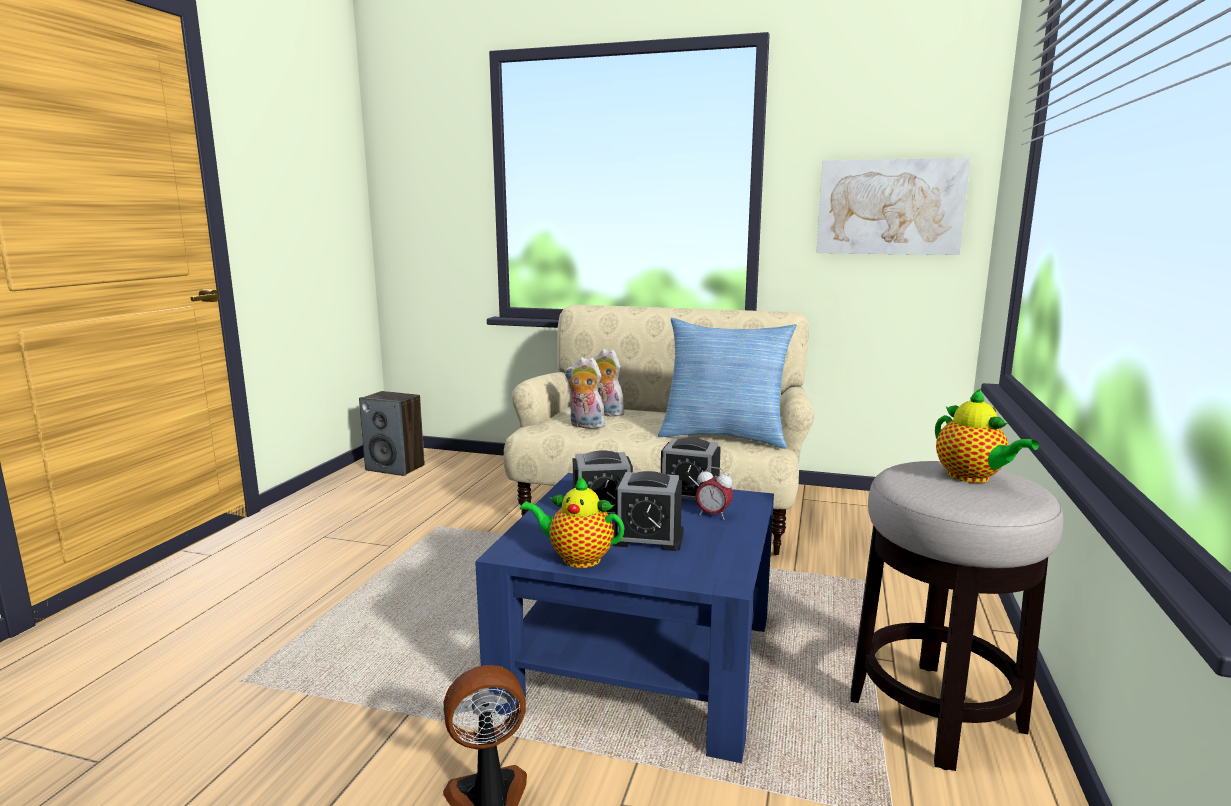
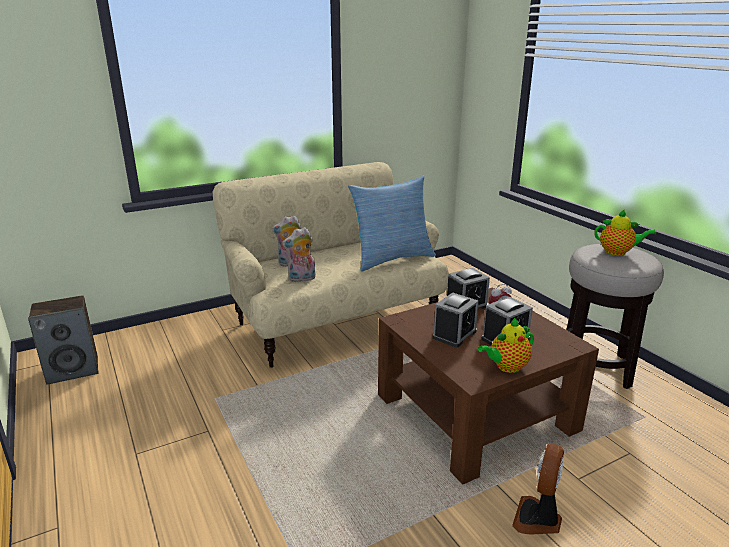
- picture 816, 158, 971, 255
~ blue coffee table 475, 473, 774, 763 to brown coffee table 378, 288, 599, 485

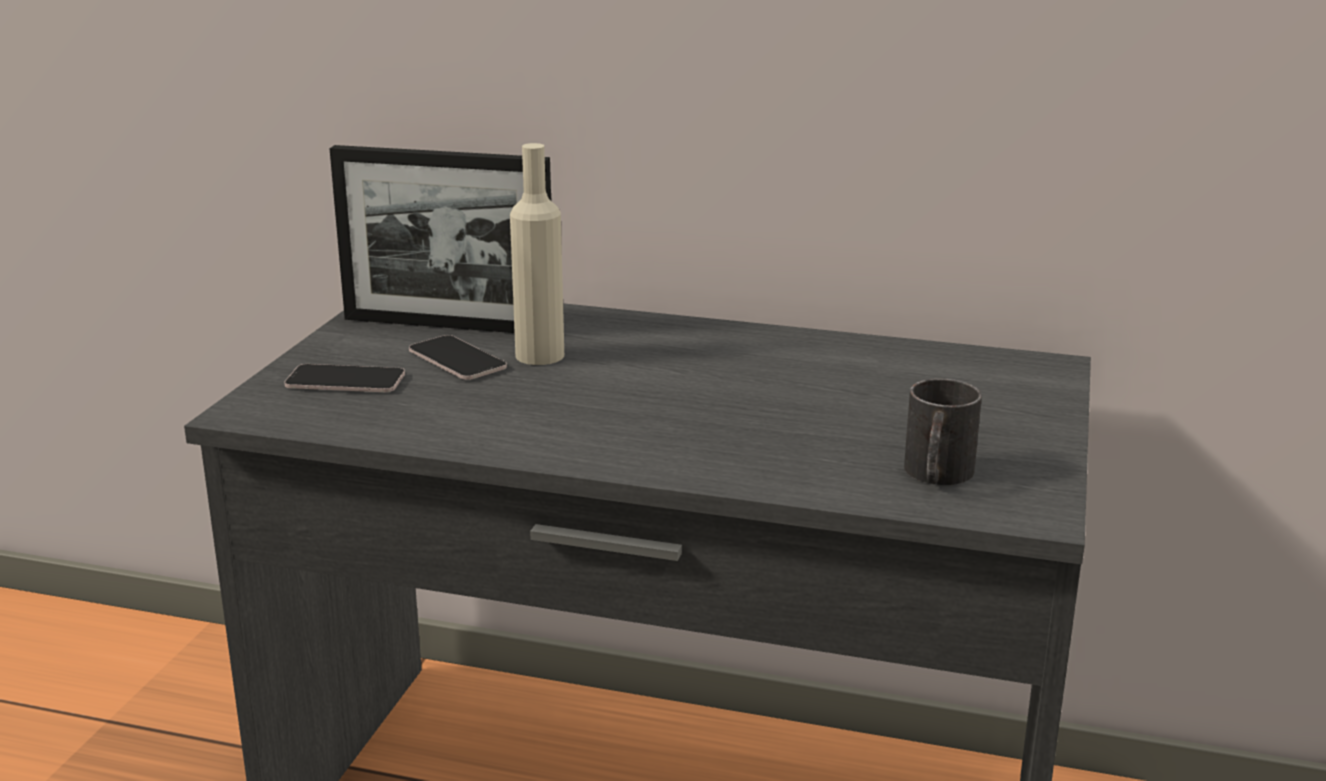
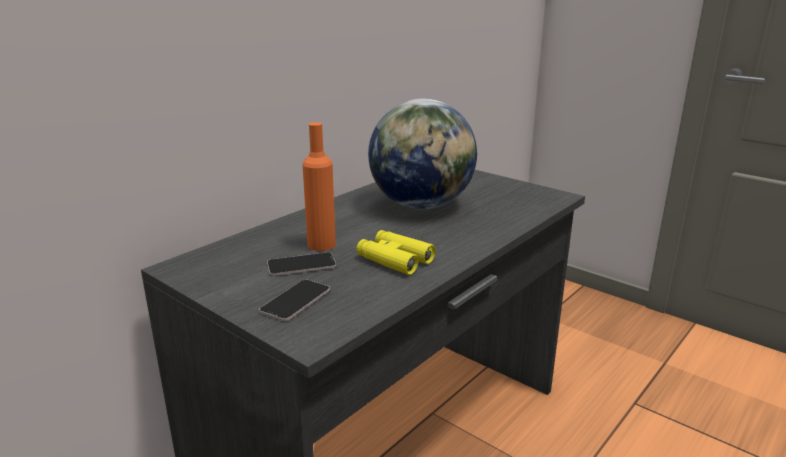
~ beige bottle 510, 143, 564, 365 to orange bottle 302, 122, 336, 251
- picture frame 329, 145, 551, 333
- black mug 904, 378, 982, 485
+ globe 368, 99, 477, 210
+ yellow binoculars 356, 230, 436, 275

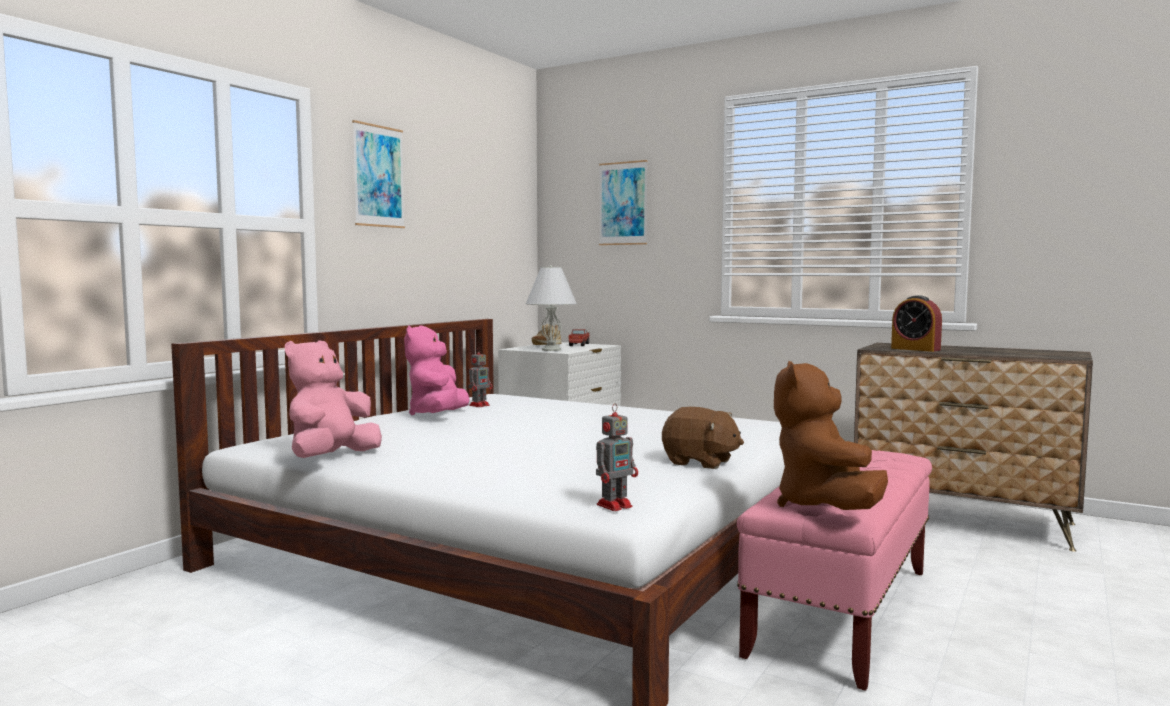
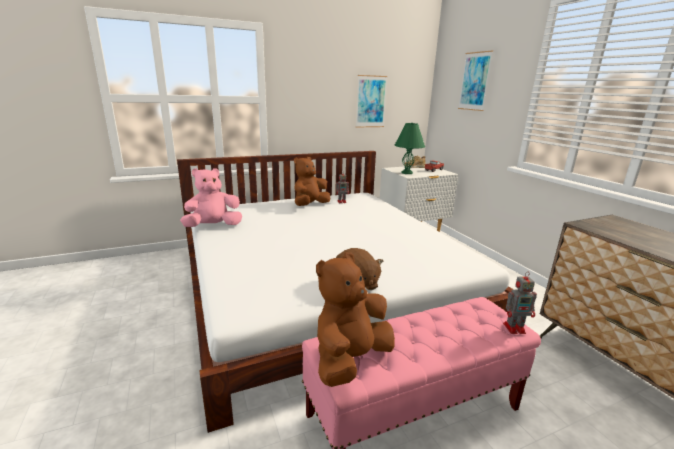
~ picture 352, 120, 405, 228 to 356, 75, 388, 128
~ white table lamp 525, 265, 577, 351 to green table lamp 394, 123, 425, 174
- alarm clock 891, 295, 942, 352
~ pink plush toy 404, 326, 470, 415 to brown plush toy 294, 157, 330, 206
~ toy robot 596, 403, 638, 511 to 503, 272, 537, 334

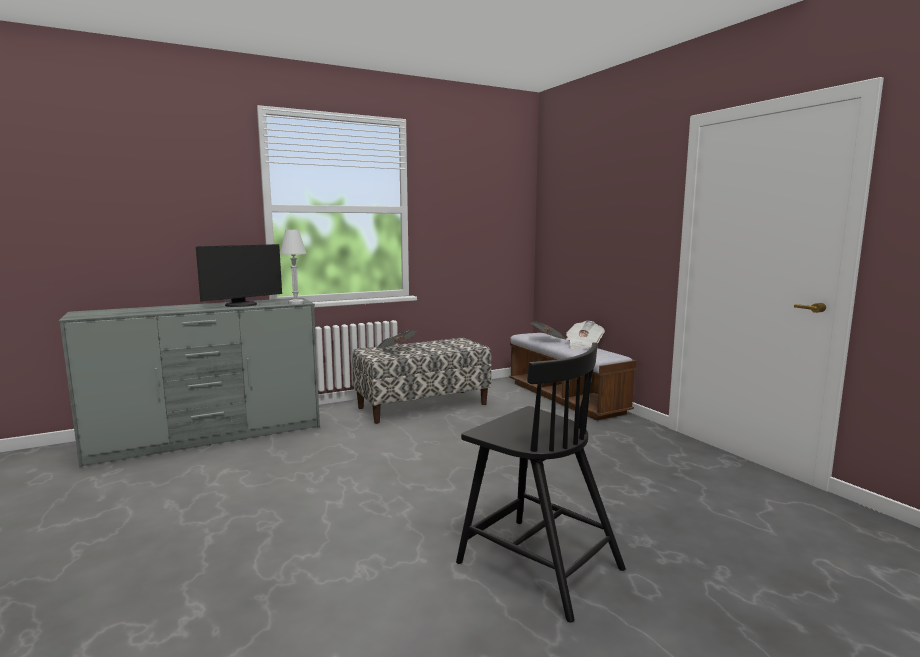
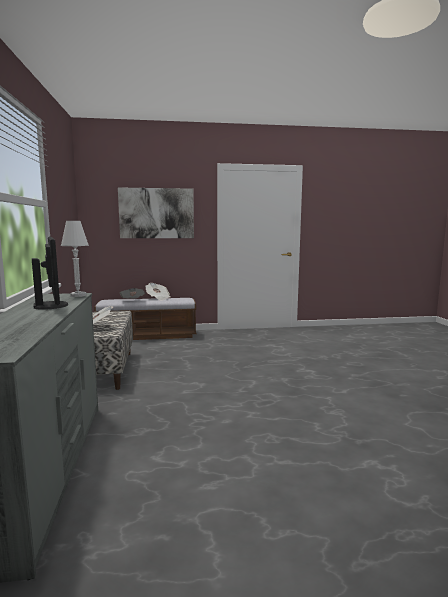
- black chair 456, 343, 626, 623
+ picture 118, 187, 194, 238

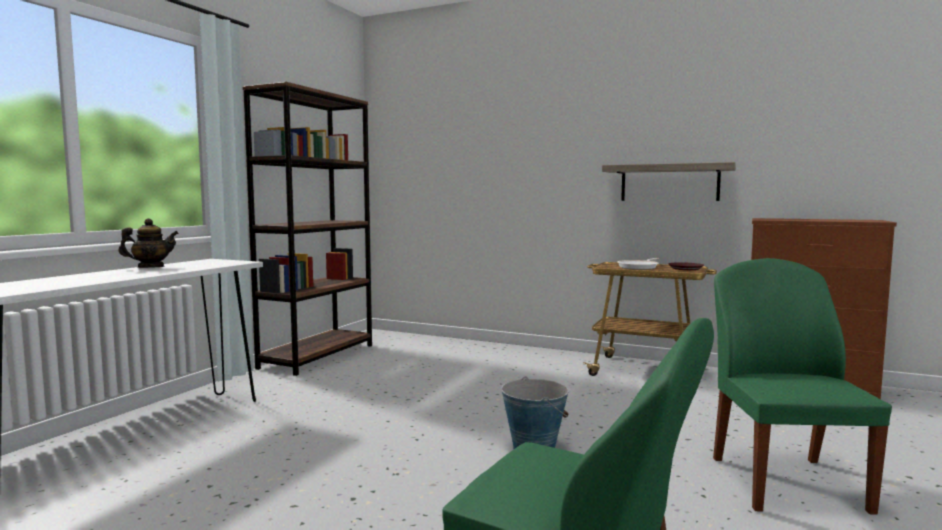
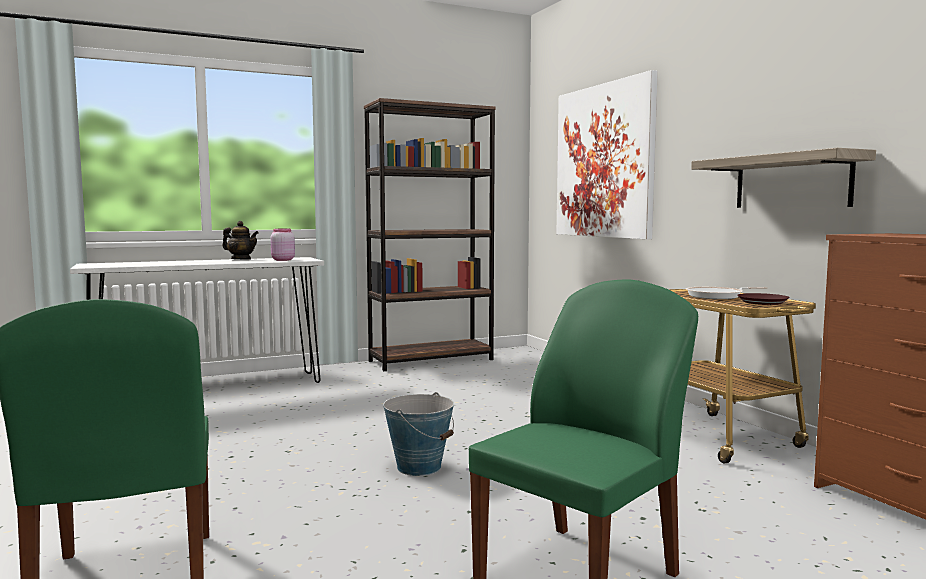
+ picture 556, 70, 658, 239
+ pink jar 271, 229, 295, 261

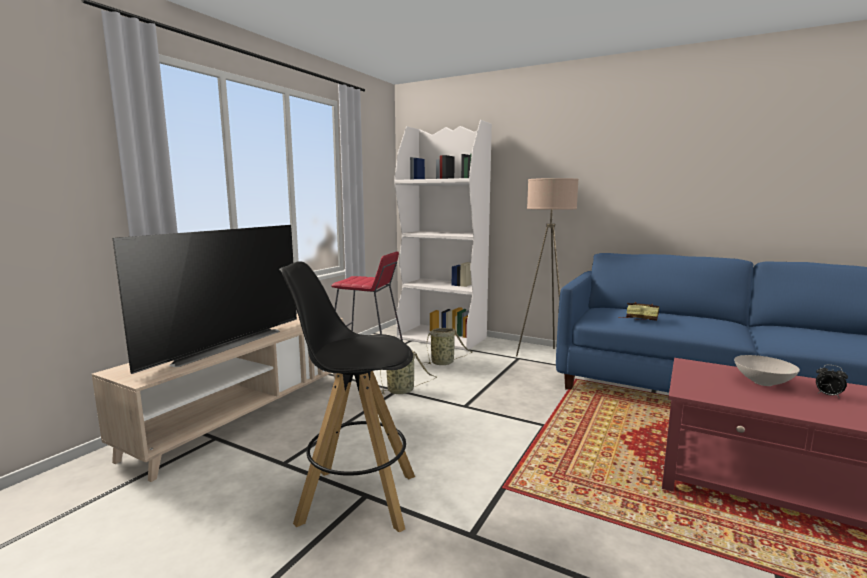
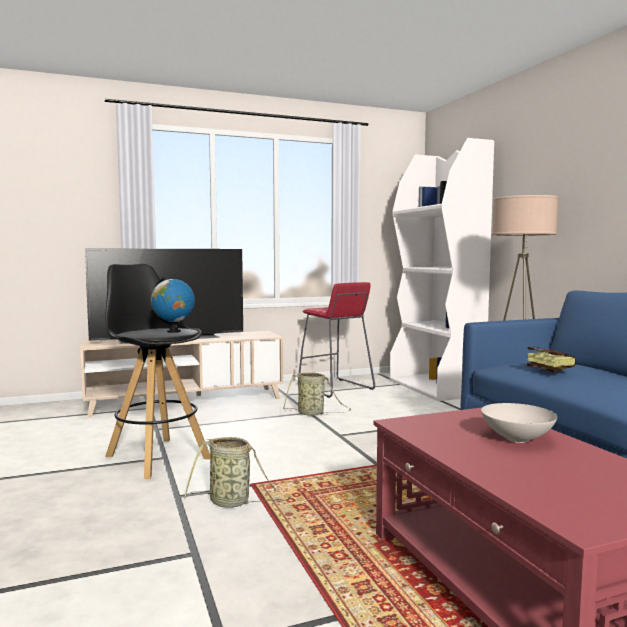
~ basket 424, 328, 472, 365 to 184, 437, 290, 508
- alarm clock 816, 365, 848, 399
+ globe 151, 277, 195, 333

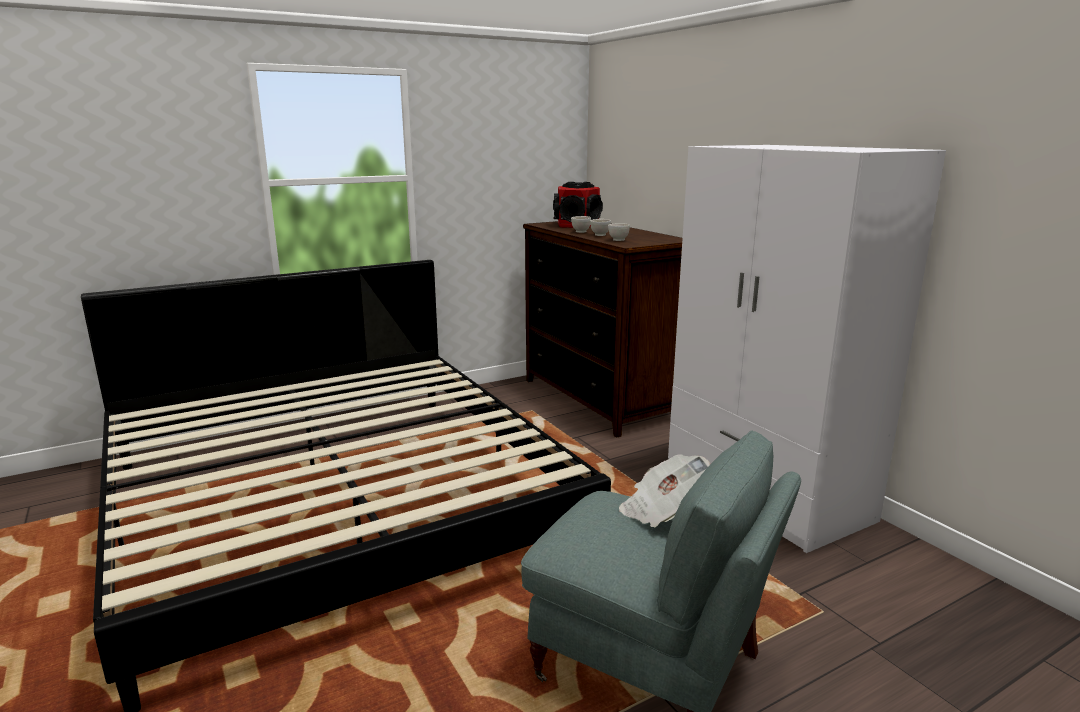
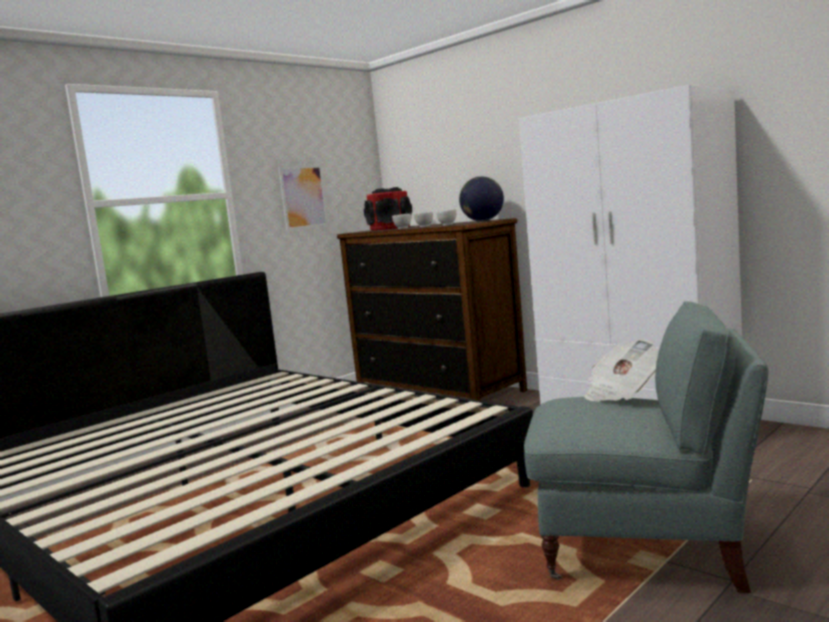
+ picture 278, 165, 329, 231
+ globe 459, 176, 504, 221

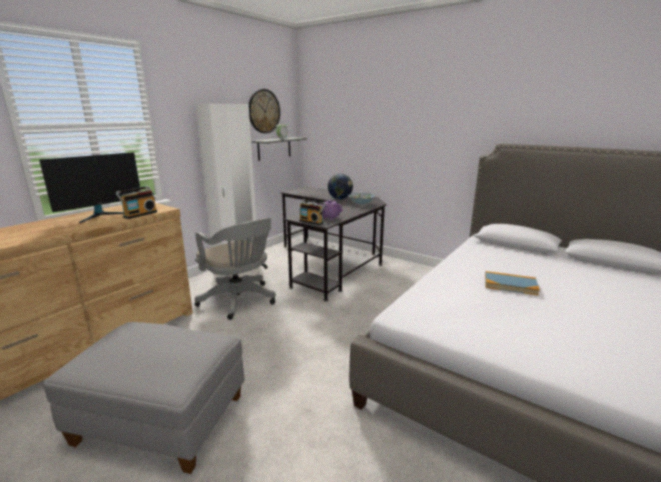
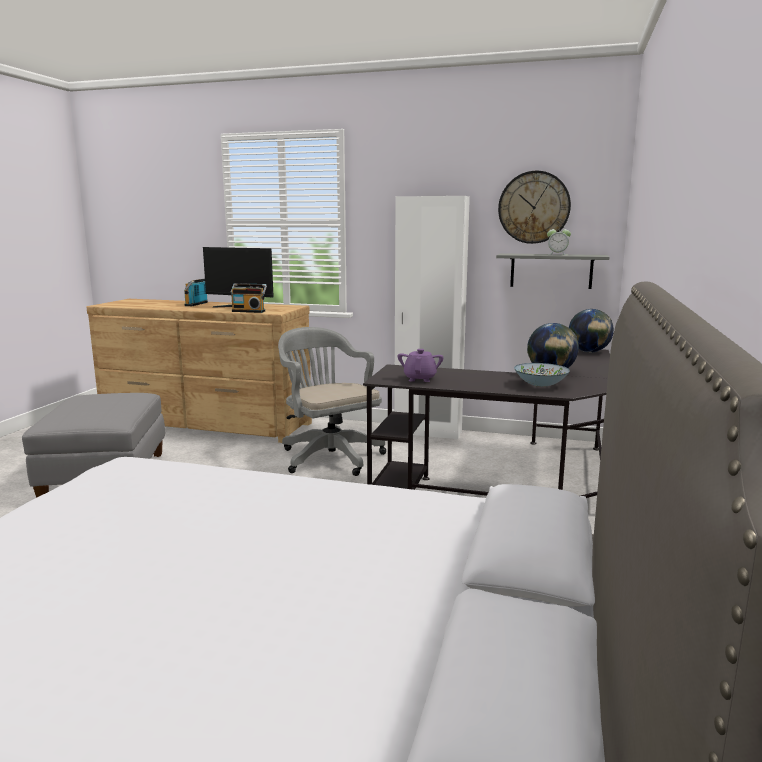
~ radio 299, 199, 326, 225 to 184, 278, 208, 306
~ grey office chair 195, 218, 276, 320 = 278, 327, 386, 476 120 degrees clockwise
- book 485, 271, 540, 296
+ globe 569, 309, 614, 353

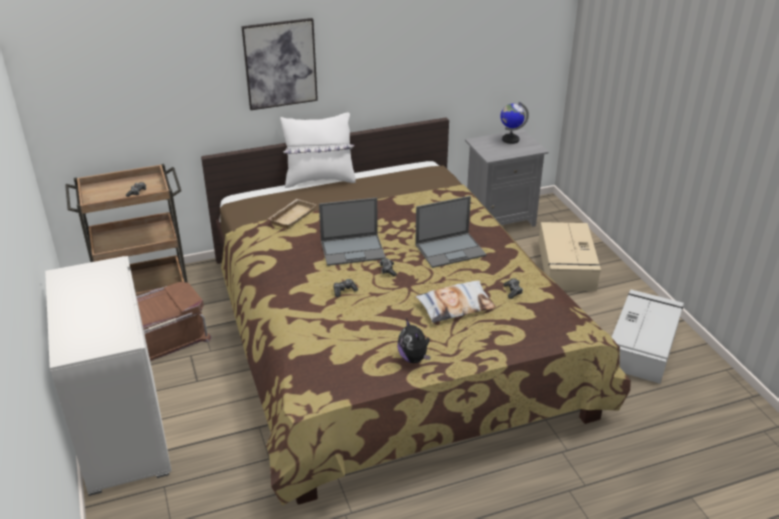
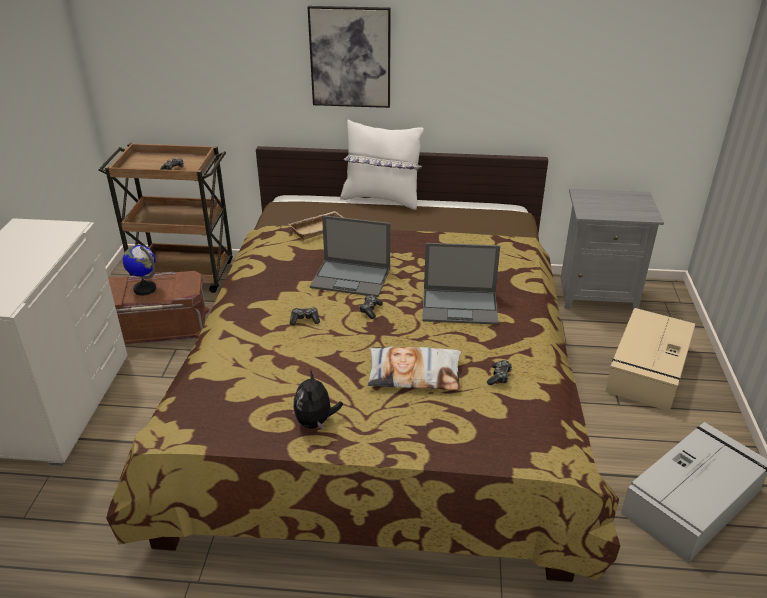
~ globe 501, 102, 529, 144 to 123, 245, 156, 295

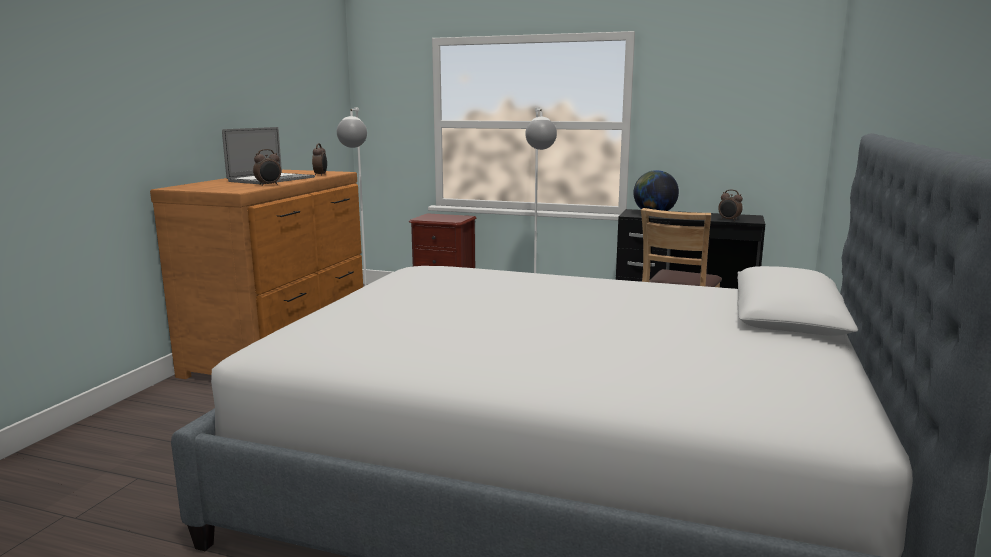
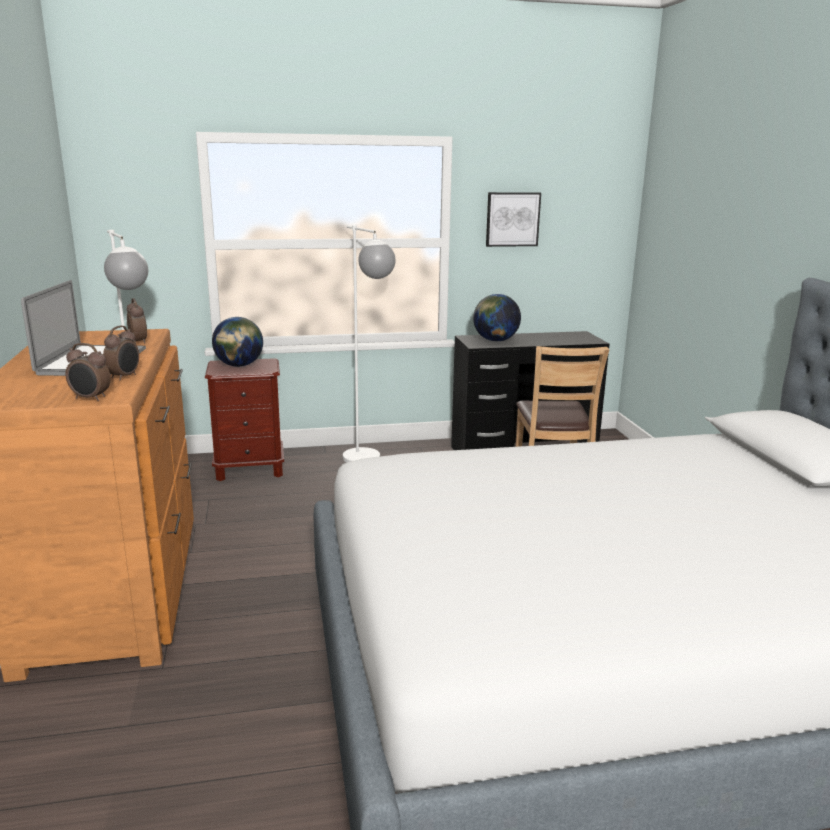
~ alarm clock 718, 190, 743, 221 to 65, 343, 111, 401
+ picture 486, 192, 541, 247
+ globe 212, 317, 263, 367

